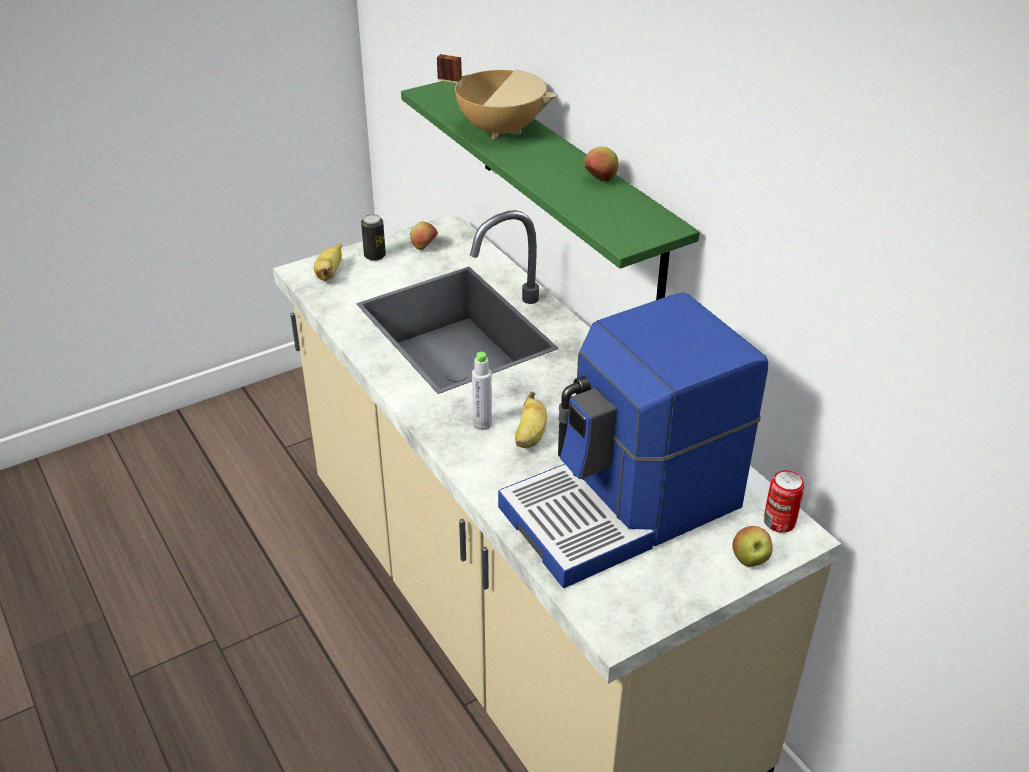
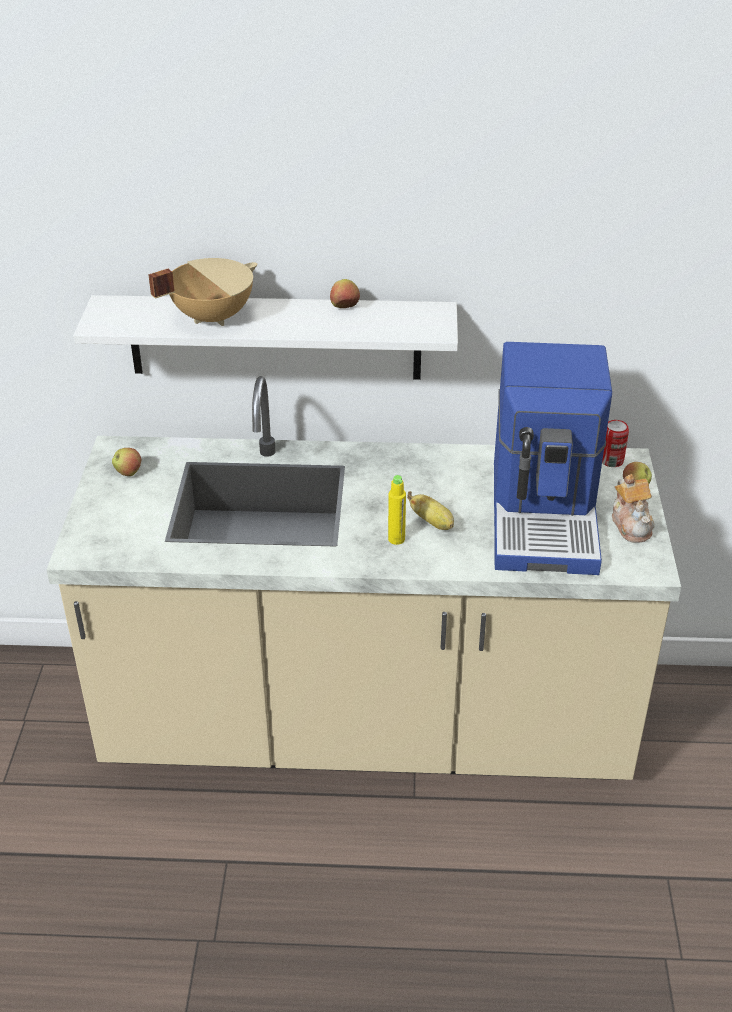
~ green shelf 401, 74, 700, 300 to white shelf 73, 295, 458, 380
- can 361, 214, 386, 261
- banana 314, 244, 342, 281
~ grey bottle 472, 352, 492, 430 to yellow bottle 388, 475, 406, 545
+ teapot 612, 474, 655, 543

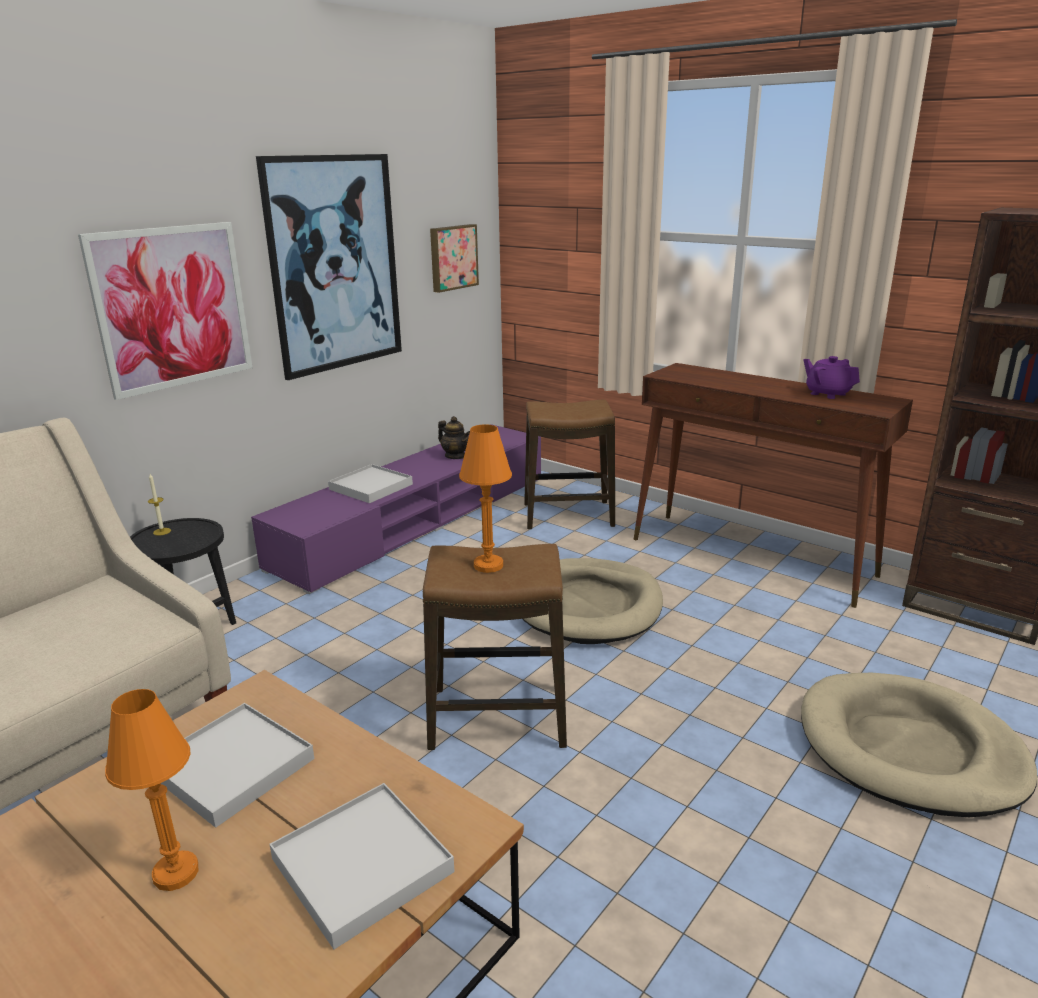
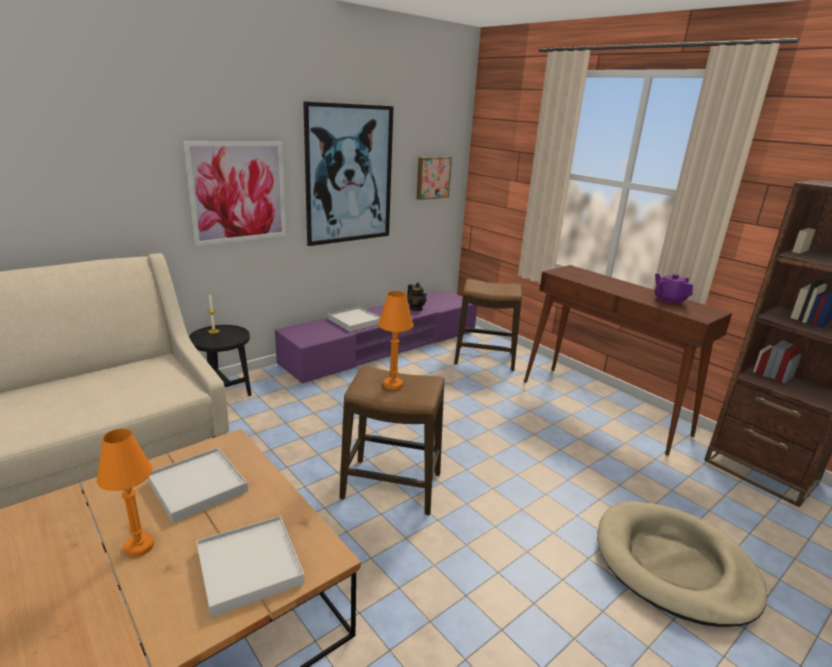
- beige dog bed 523, 558, 663, 644

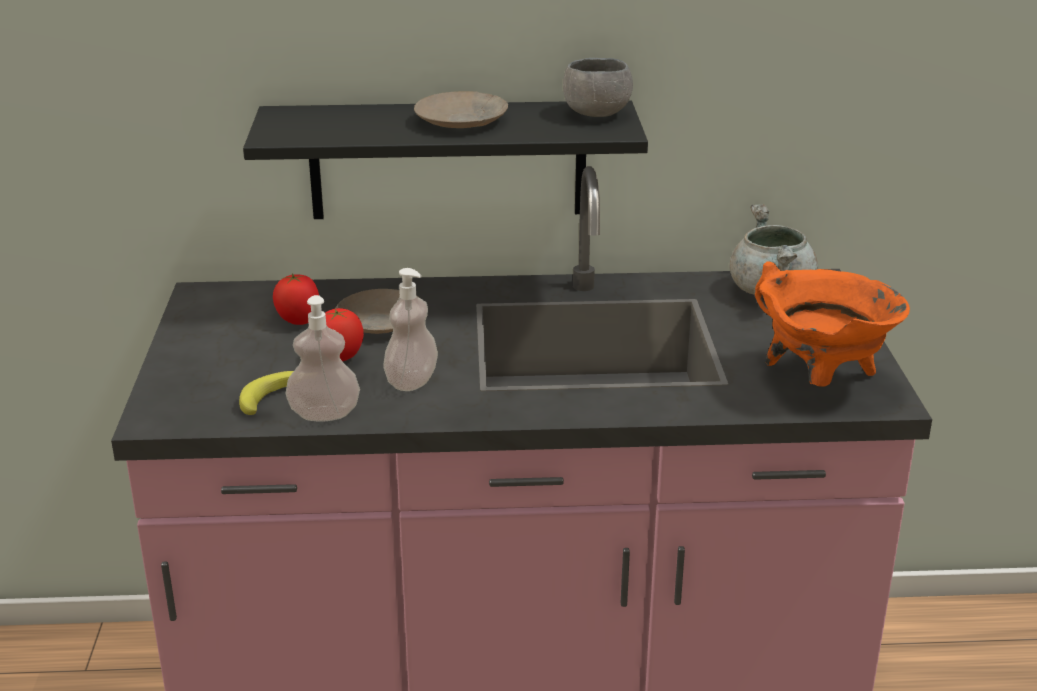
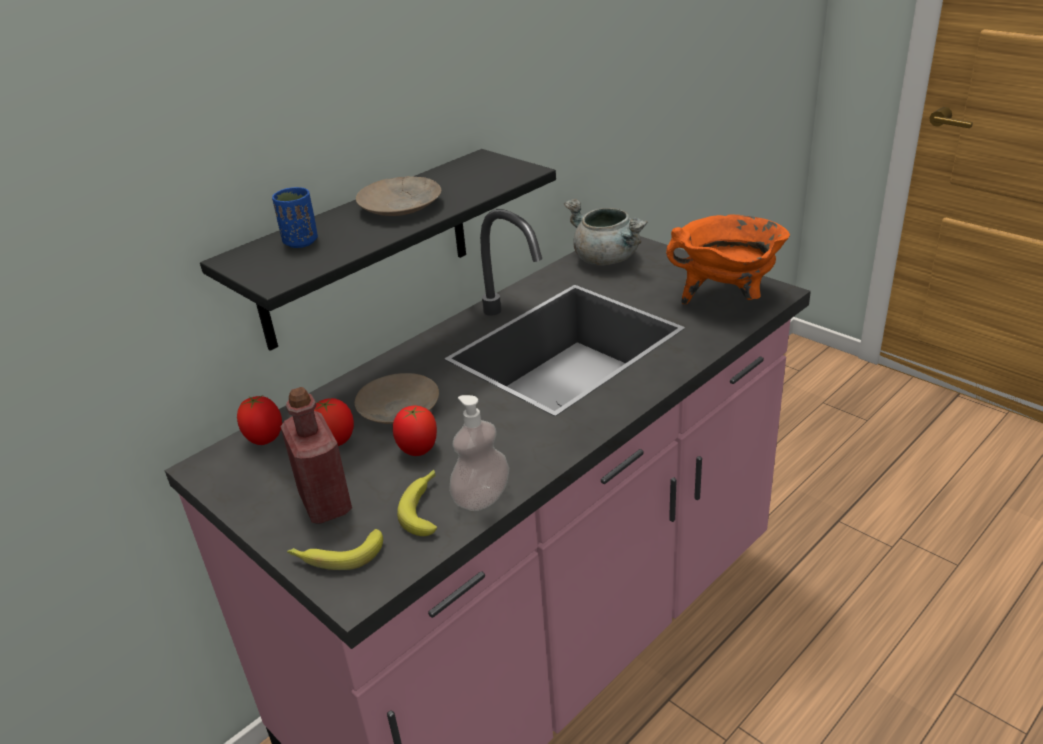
- grey bowl 563, 58, 633, 117
- soap dispenser 383, 268, 438, 391
+ blue cup 272, 187, 318, 248
+ red bottle 281, 387, 352, 524
+ tomato 237, 395, 282, 445
+ banana 287, 529, 383, 570

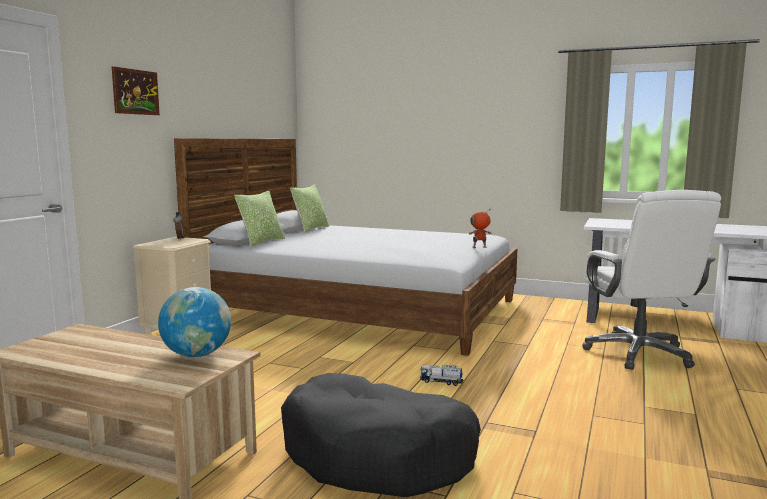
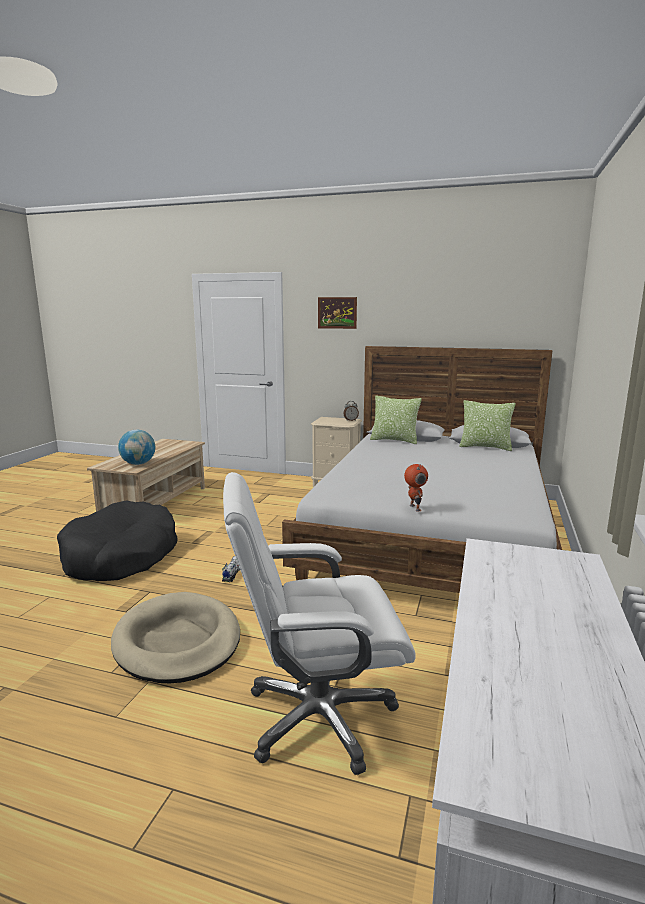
+ beige dog bed 111, 592, 240, 683

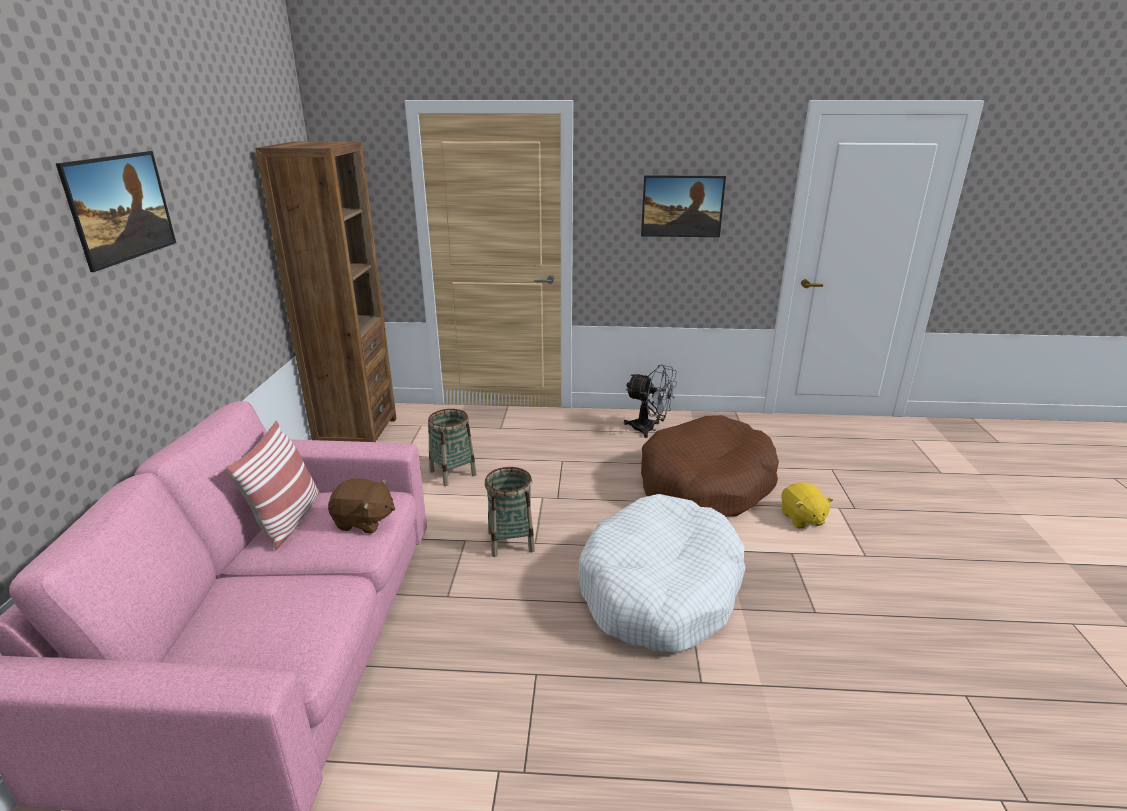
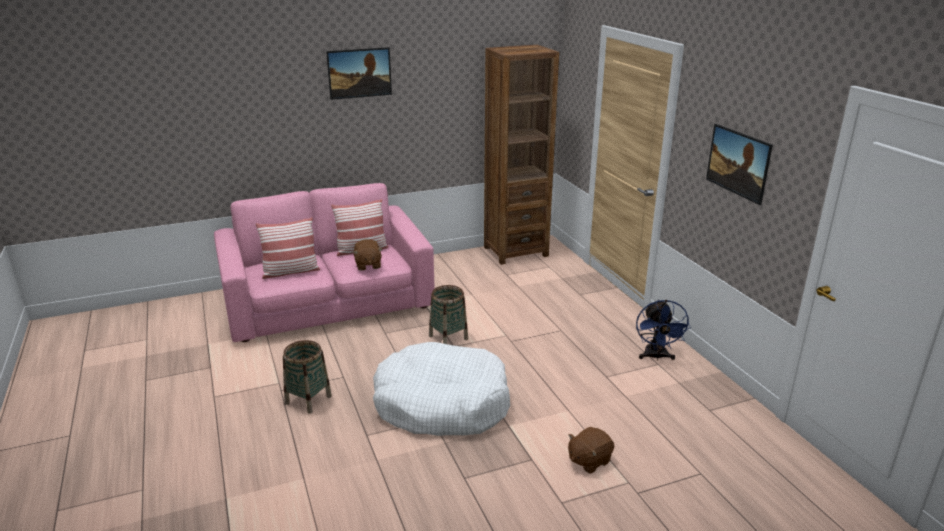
~ grey fan 624, 364, 677, 438 to blue fan 636, 300, 691, 361
~ basket 428, 409, 477, 486 to 283, 340, 332, 414
- brown dog bed 641, 415, 779, 517
~ yellow plush toy 781, 483, 833, 529 to brown plush toy 568, 427, 614, 474
+ pillow 256, 217, 320, 279

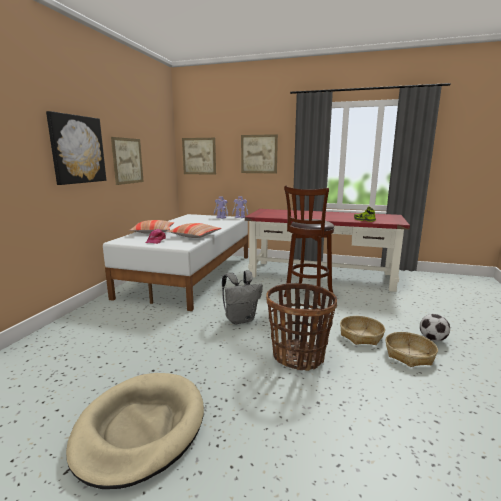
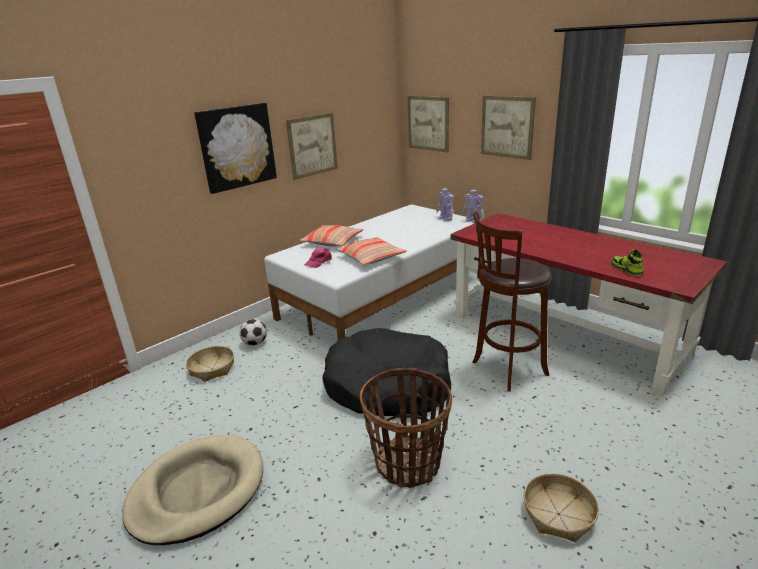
~ grey backpack 222, 270, 263, 324 to black dog bed 322, 328, 451, 416
~ football 420, 314, 450, 342 to 239, 319, 267, 346
~ basket 340, 316, 385, 345 to 186, 346, 234, 382

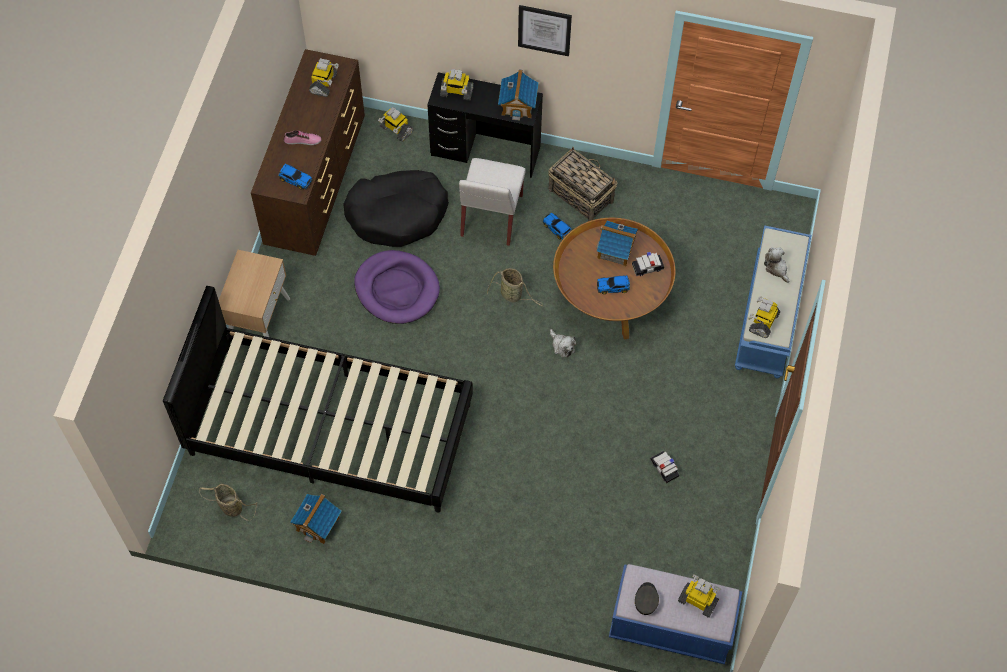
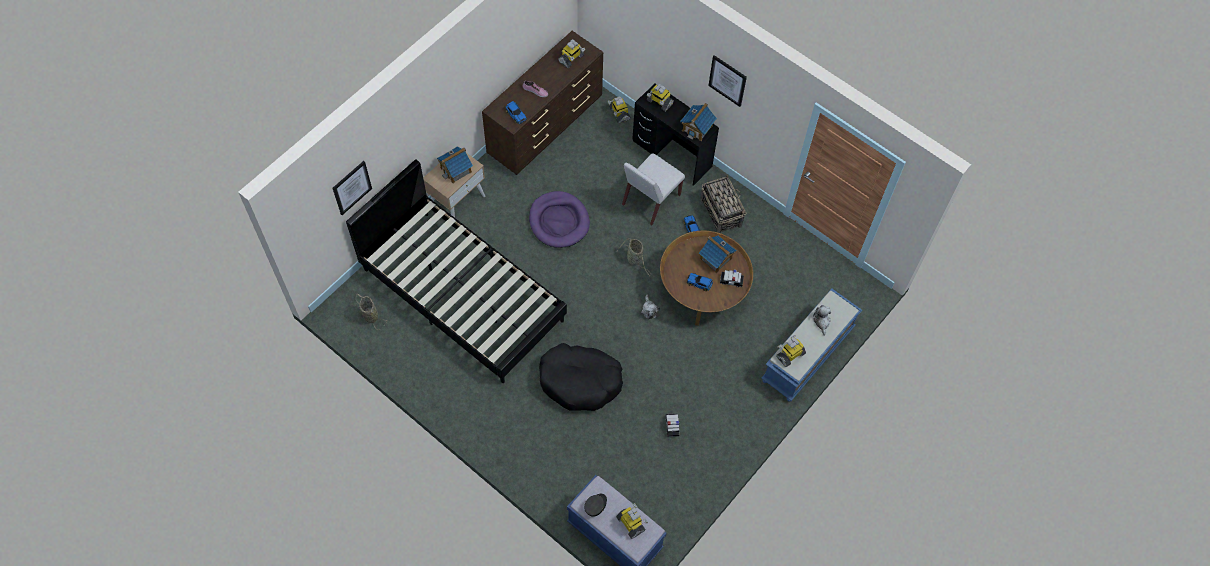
~ black dog bed 343, 170, 449, 247 to 539, 343, 623, 411
~ toy house 290, 494, 341, 544 to 437, 147, 473, 183
+ picture 333, 161, 372, 215

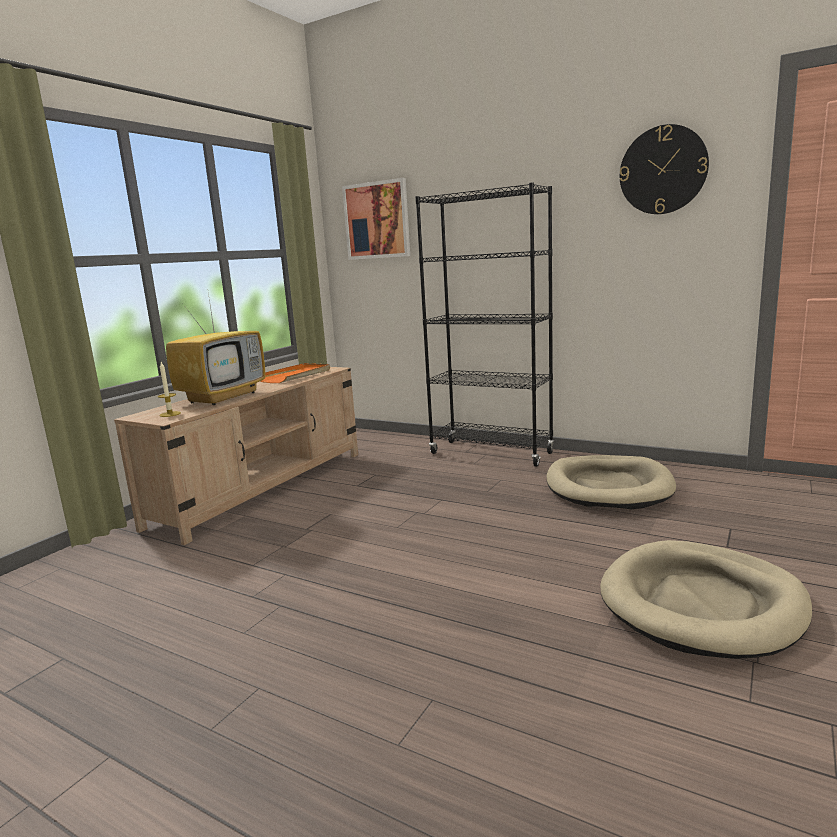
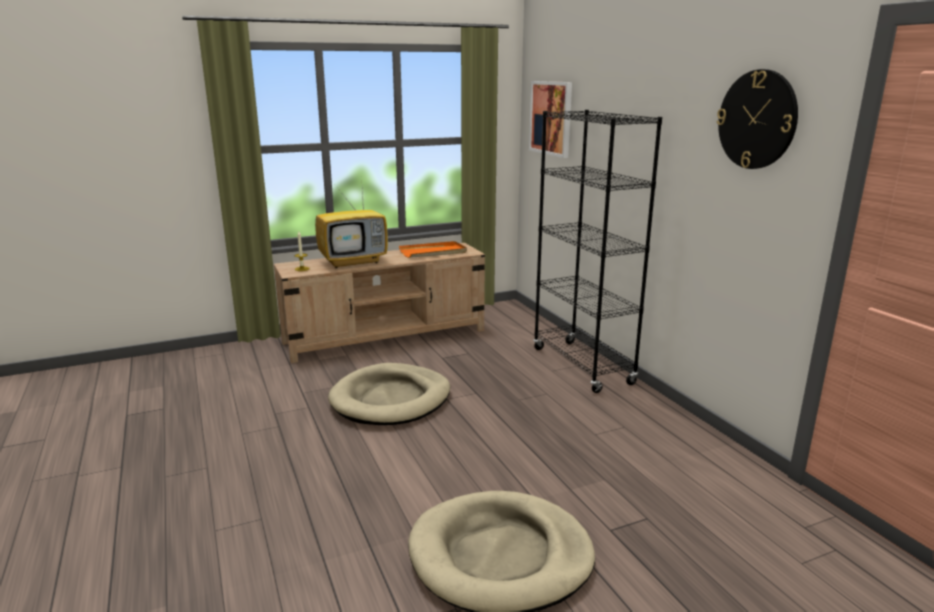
~ beige dog bed 546, 455, 676, 509 to 328, 363, 450, 425

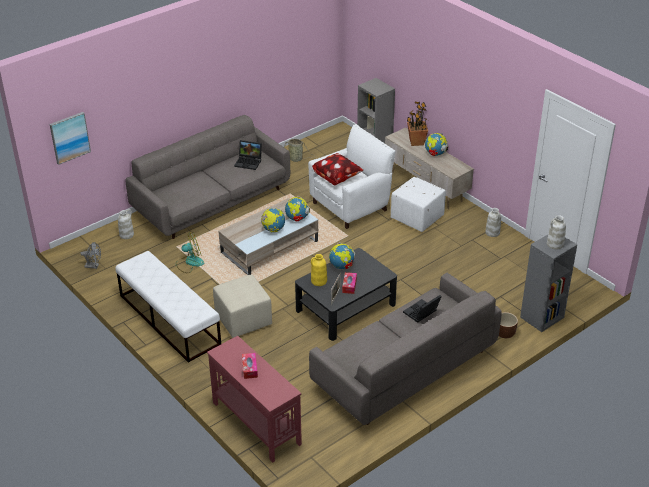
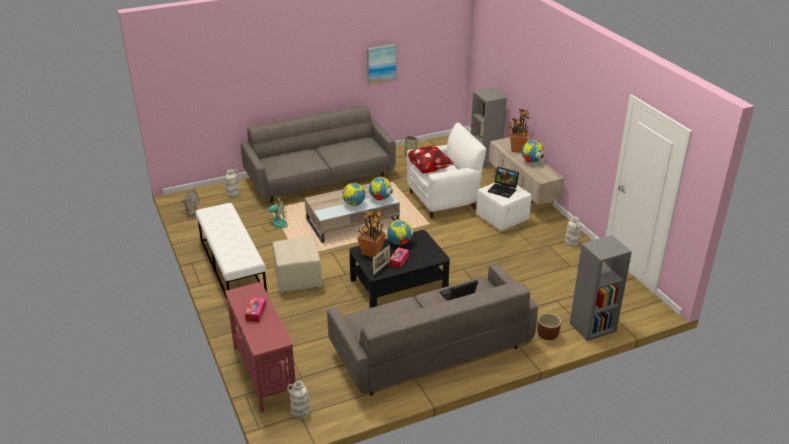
~ picture 50, 112, 91, 165 to 367, 44, 397, 86
~ laptop 234, 140, 262, 170 to 488, 167, 519, 198
~ white vase 547, 215, 566, 250 to 287, 381, 310, 418
~ yellow vase 311, 254, 327, 286 to potted plant 357, 210, 386, 258

